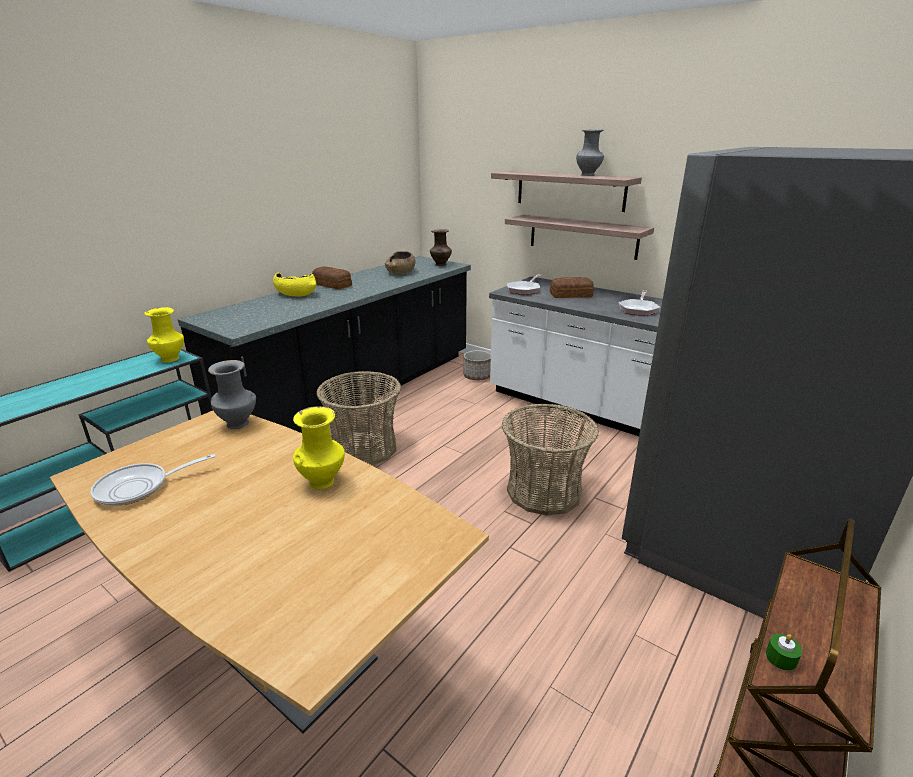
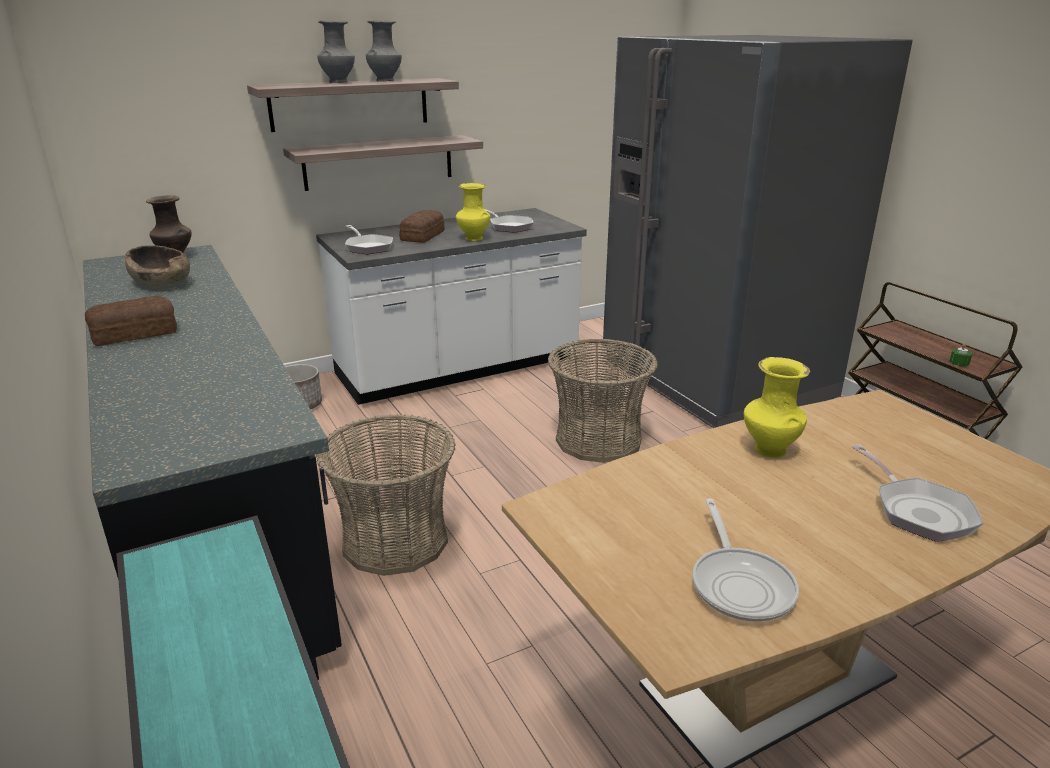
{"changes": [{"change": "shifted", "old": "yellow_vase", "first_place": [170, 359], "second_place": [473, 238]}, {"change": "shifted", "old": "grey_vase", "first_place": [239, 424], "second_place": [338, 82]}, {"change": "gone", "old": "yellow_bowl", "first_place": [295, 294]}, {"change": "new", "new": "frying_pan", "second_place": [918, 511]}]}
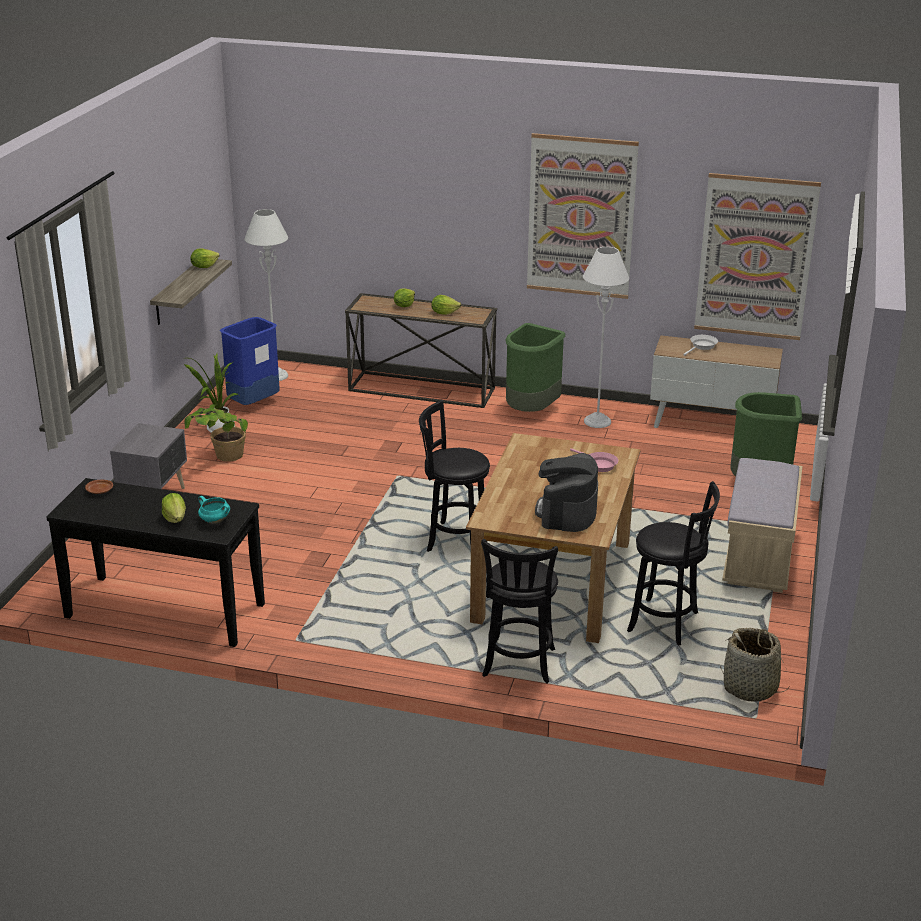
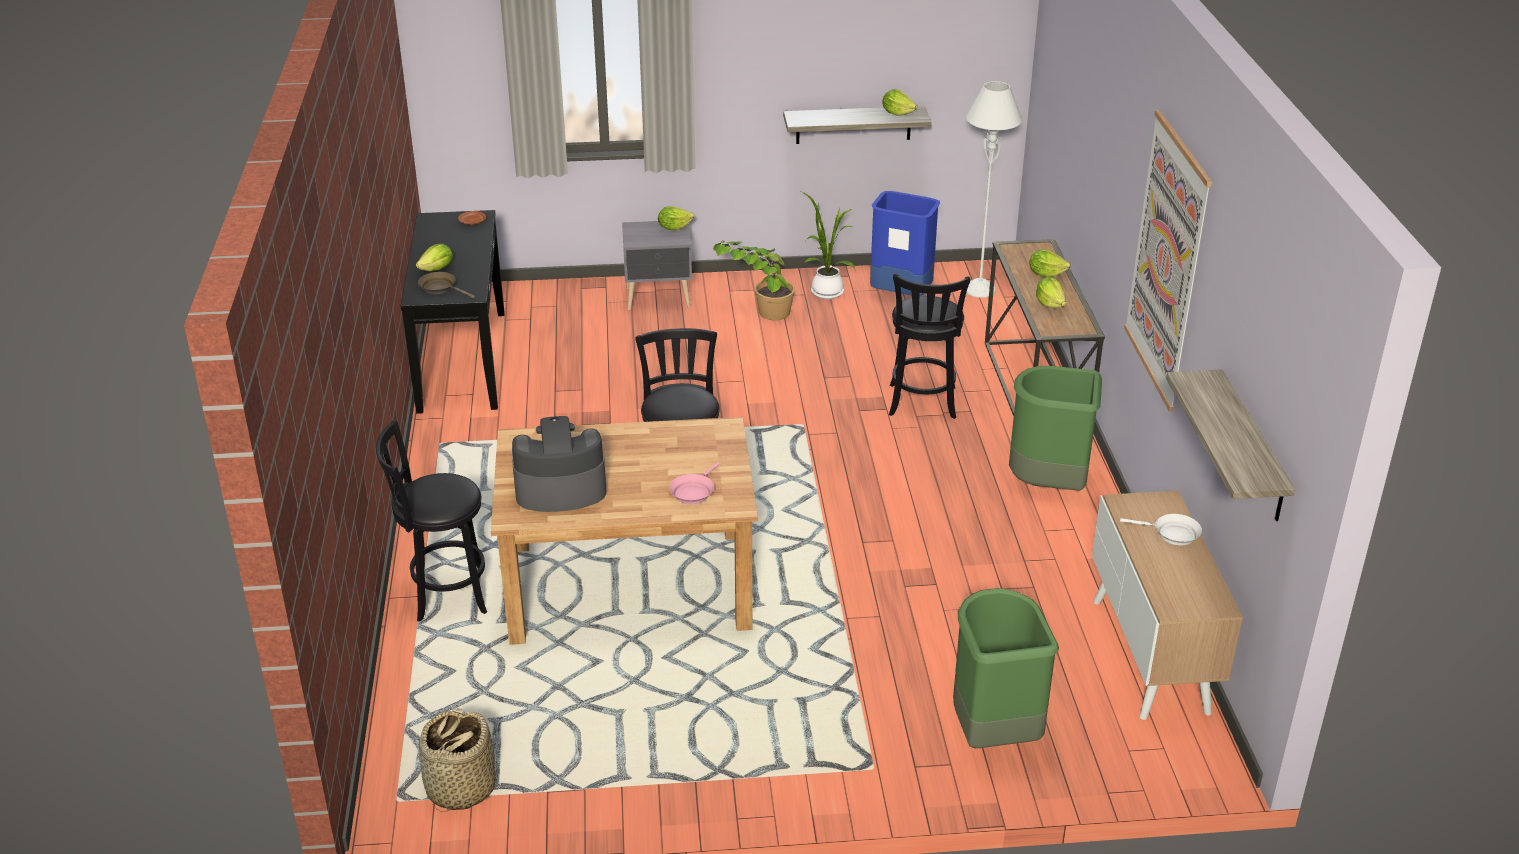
{"changes": [{"change": "swapped", "old": "turquoise_cooking_pot", "new": "brown_frying_pan", "first_place": [214, 521], "second_place": [441, 288]}, {"change": "gone", "old": "white_floor_lamp", "first_place": [597, 421]}, {"change": "shifted", "old": "black_stool", "first_place": [667, 623], "second_place": [922, 404]}, {"change": "swapped", "old": "picture", "new": "shelf", "first_place": [755, 257], "second_place": [1252, 447]}, {"change": "gone", "old": "beige_bench", "first_place": [758, 558]}, {"change": "new", "new": "lettuce", "second_place": [674, 228]}]}
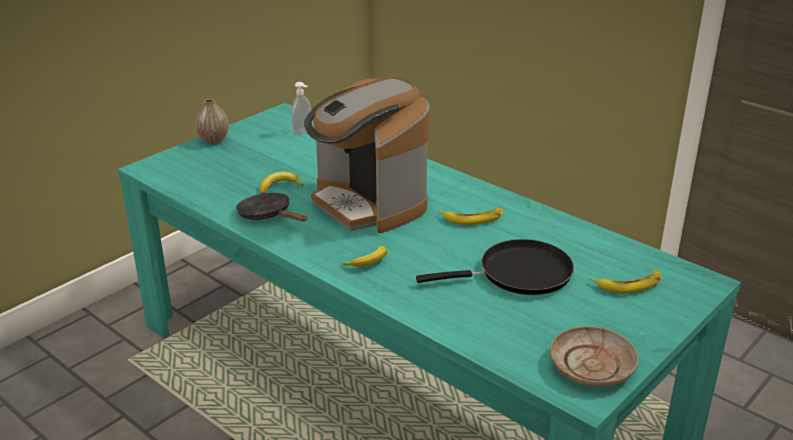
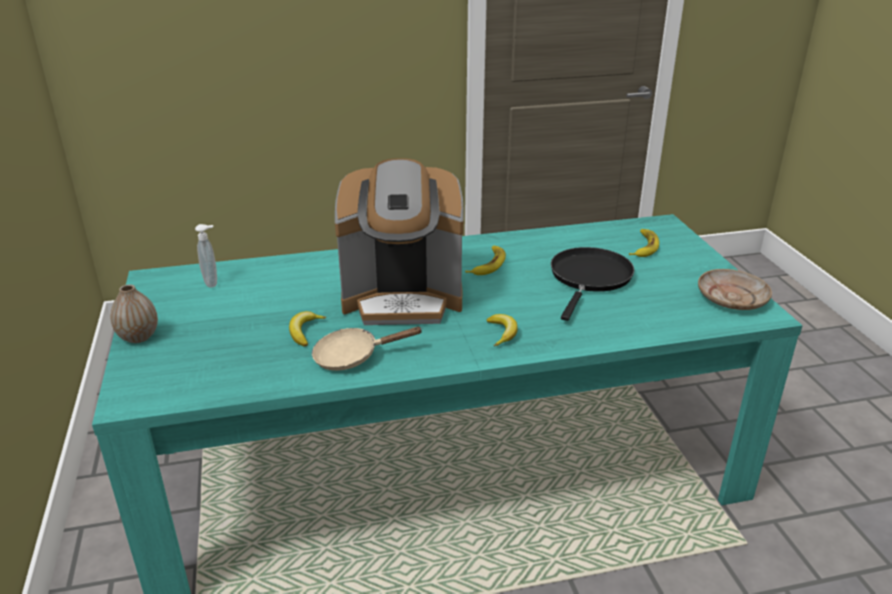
{"changes": [{"change": "repainted", "old": "black_frying_pan", "new": "beige_frying_pan", "first_place": [268, 215], "second_place": [353, 356]}]}
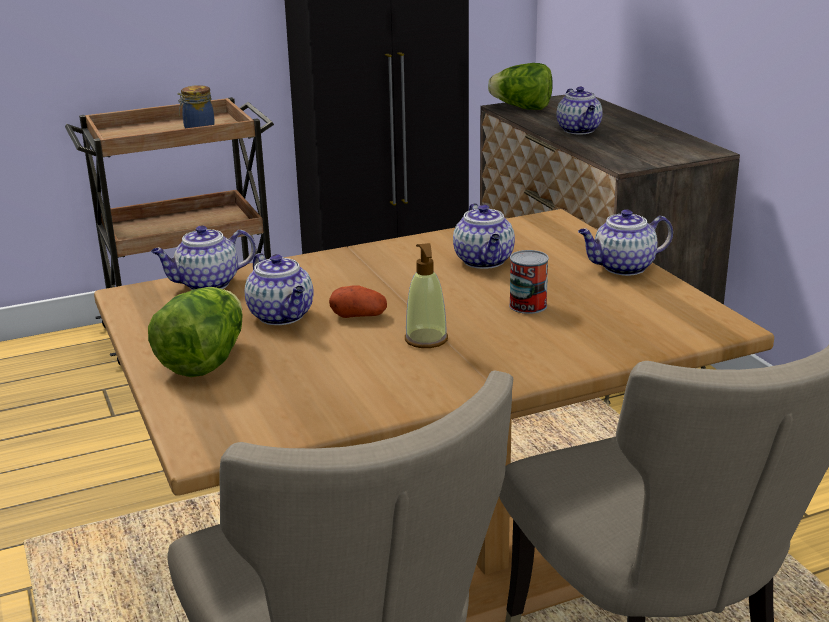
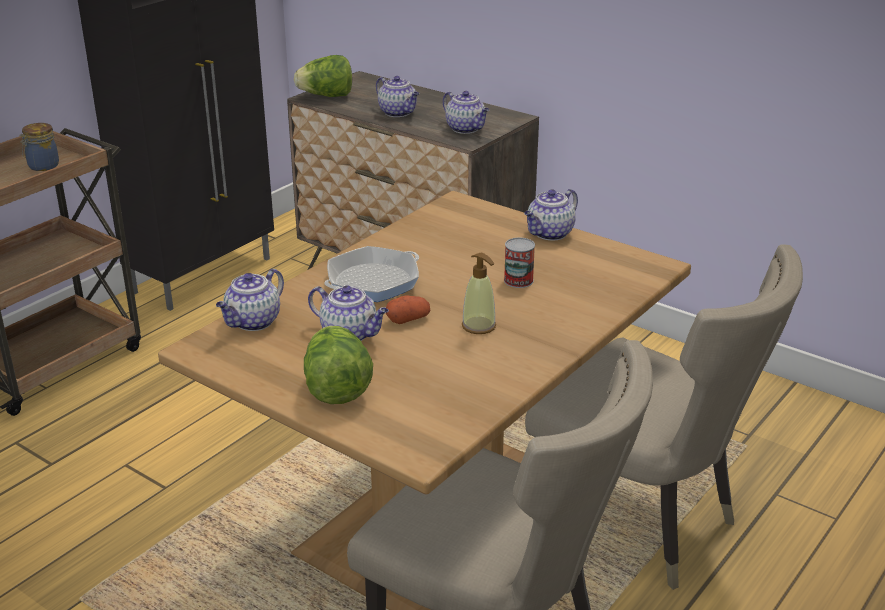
{"changes": [{"change": "shifted", "old": "teapot", "first_place": [484, 262], "second_place": [466, 129]}, {"change": "new", "new": "frying_pan", "second_place": [373, 282]}]}
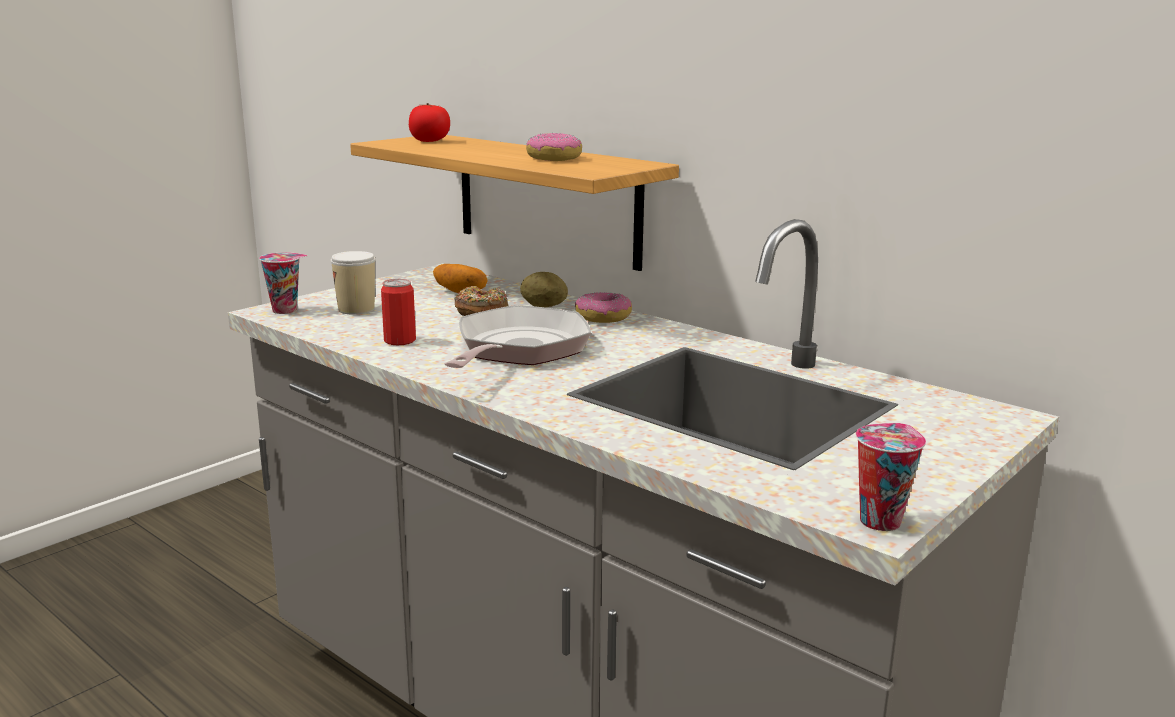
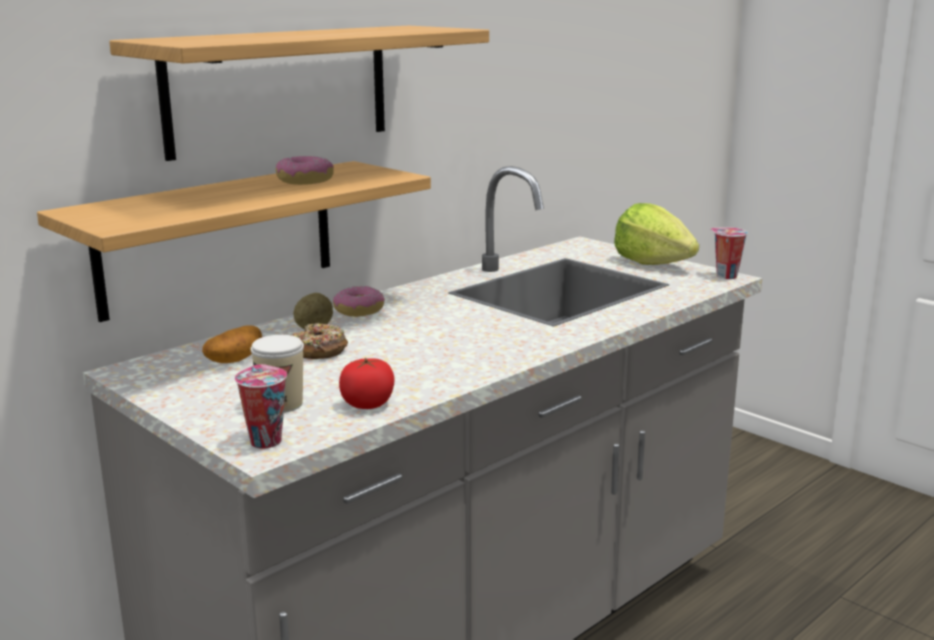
{"changes": [{"change": "gone", "old": "can", "first_place": [399, 341]}, {"change": "shifted", "old": "tomato", "first_place": [430, 141], "second_place": [367, 404]}, {"change": "gone", "old": "frying_pan", "first_place": [518, 350]}, {"change": "new", "new": "shelf", "second_place": [279, 89]}, {"change": "new", "new": "lettuce", "second_place": [653, 263]}]}
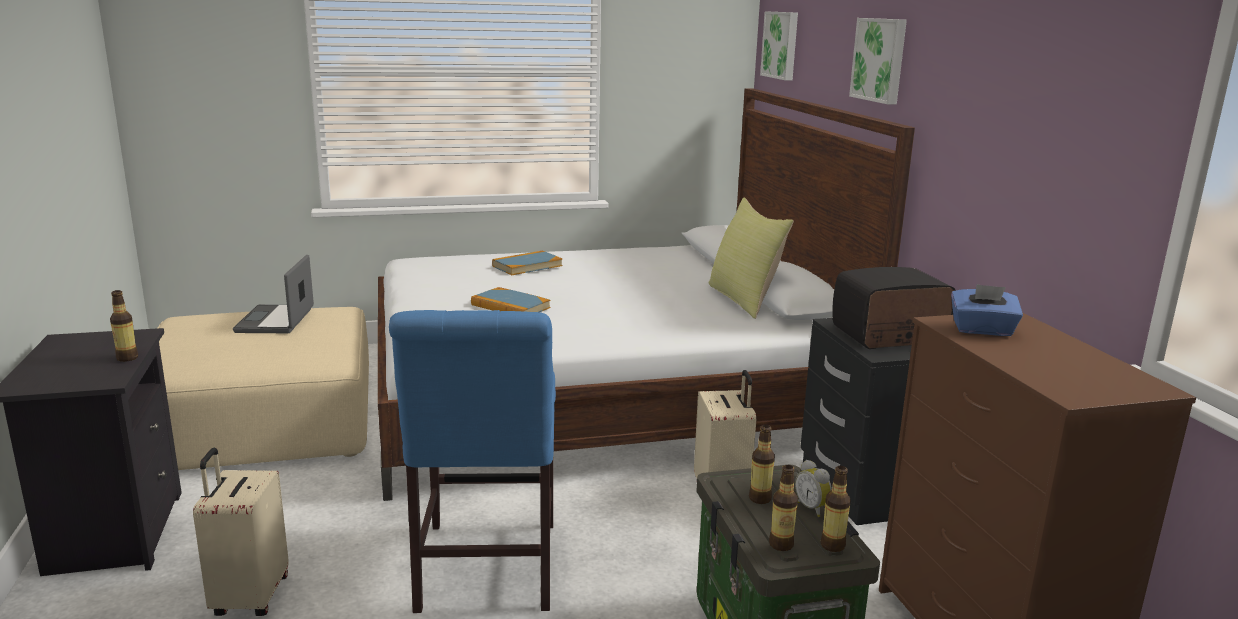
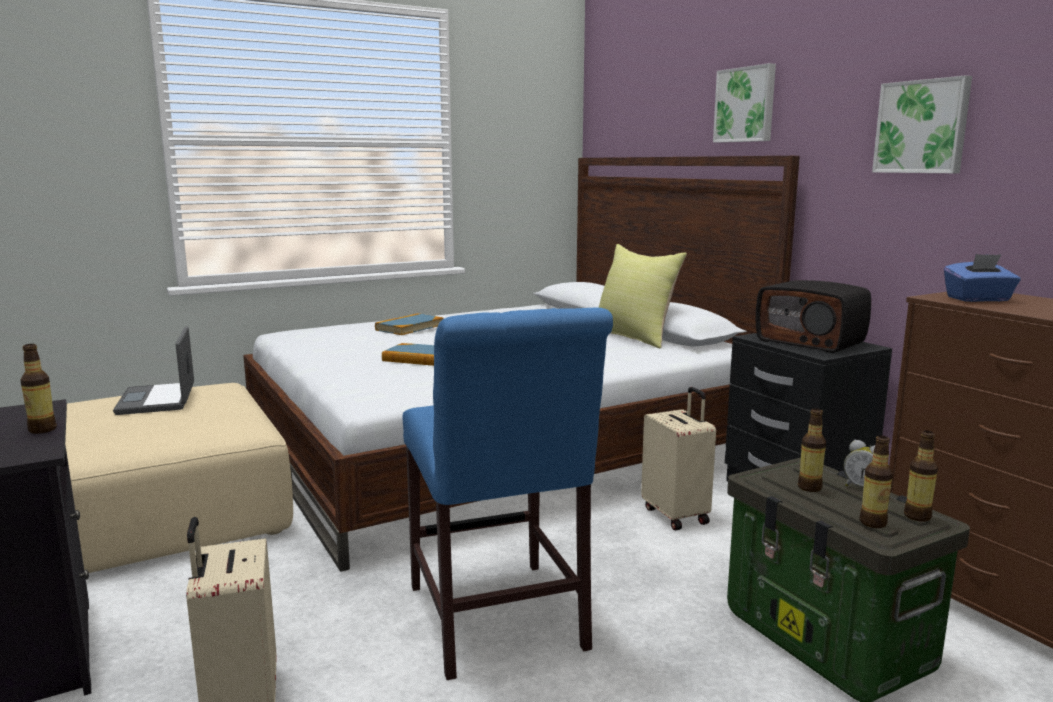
{"changes": [{"change": "shifted", "old": "picture", "first_place": [781, 45], "second_place": [922, 127]}, {"change": "rotated", "old": "radio", "first_place": [889, 336], "second_place": [811, 341], "degrees": -105}]}
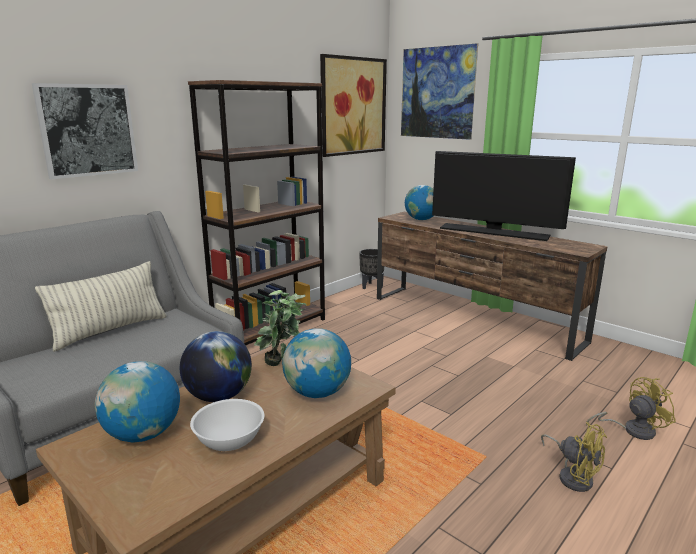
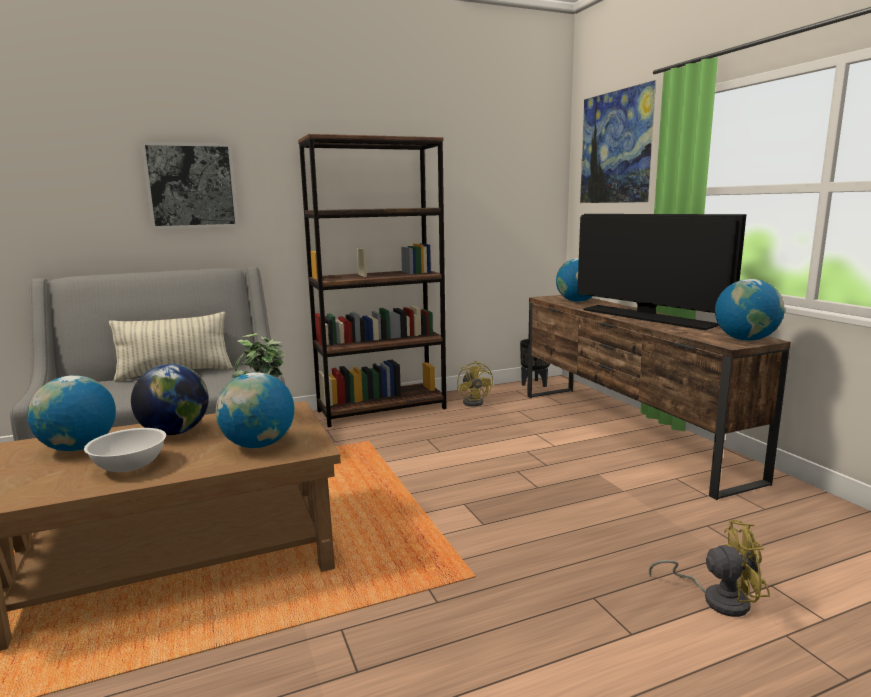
{"changes": [{"change": "gone", "old": "picture", "first_place": [353, 106]}, {"change": "shifted", "old": "yellow_fan", "first_place": [573, 476], "second_place": [475, 402]}, {"change": "new", "new": "globe", "second_place": [745, 340]}]}
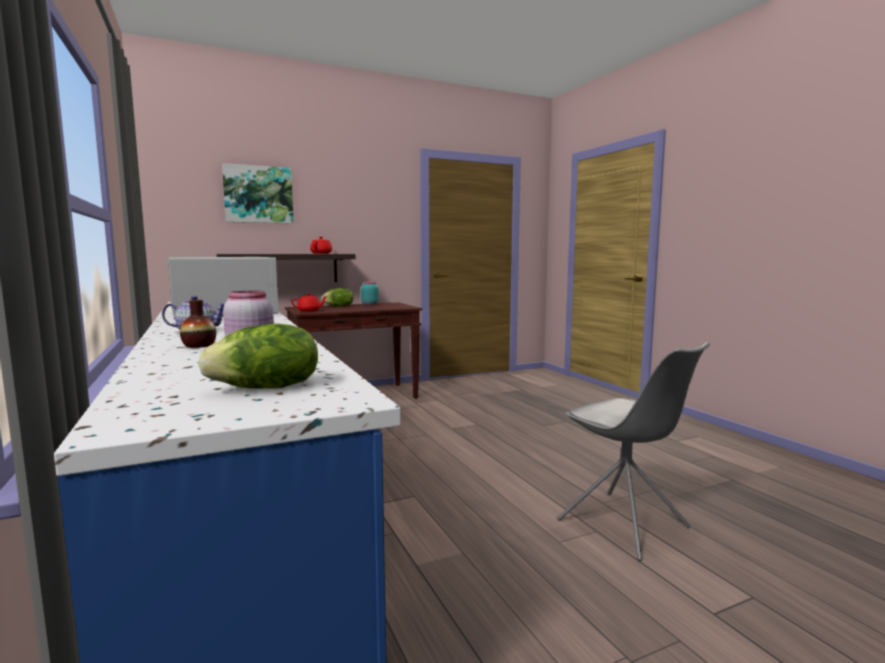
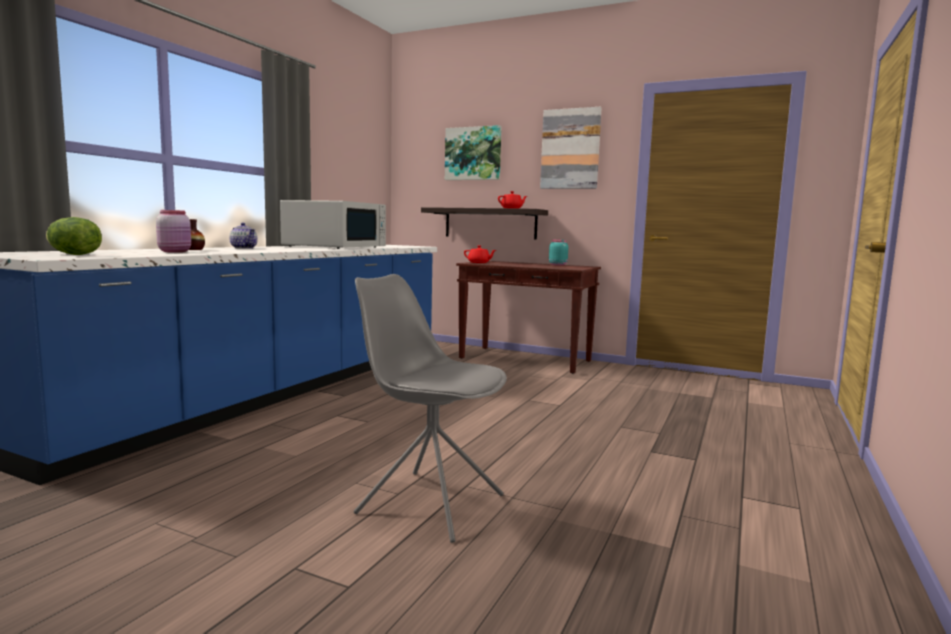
{"changes": [{"change": "gone", "old": "lettuce", "first_place": [339, 306]}, {"change": "rotated", "old": "grey_chair", "first_place": [624, 525], "second_place": [429, 503], "degrees": 105}, {"change": "new", "new": "picture", "second_place": [570, 149]}]}
